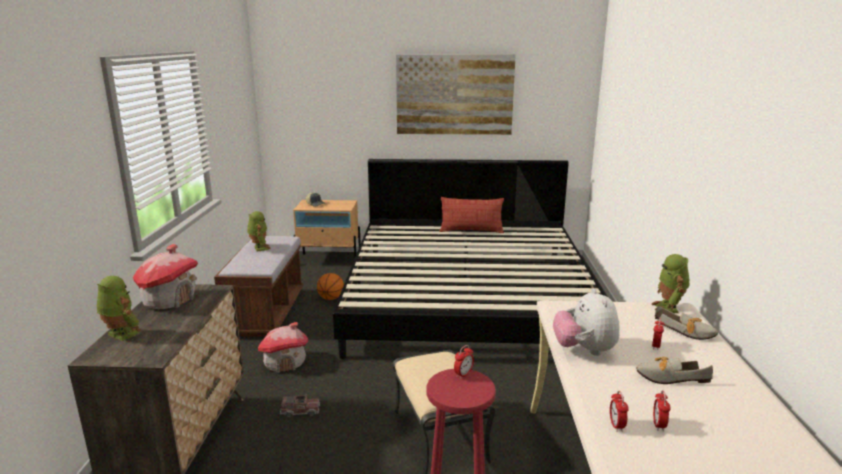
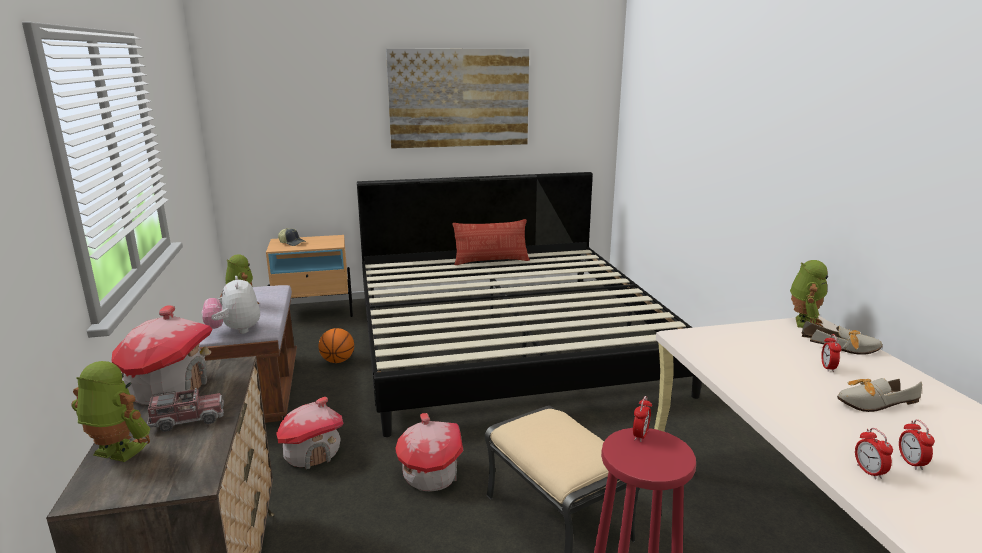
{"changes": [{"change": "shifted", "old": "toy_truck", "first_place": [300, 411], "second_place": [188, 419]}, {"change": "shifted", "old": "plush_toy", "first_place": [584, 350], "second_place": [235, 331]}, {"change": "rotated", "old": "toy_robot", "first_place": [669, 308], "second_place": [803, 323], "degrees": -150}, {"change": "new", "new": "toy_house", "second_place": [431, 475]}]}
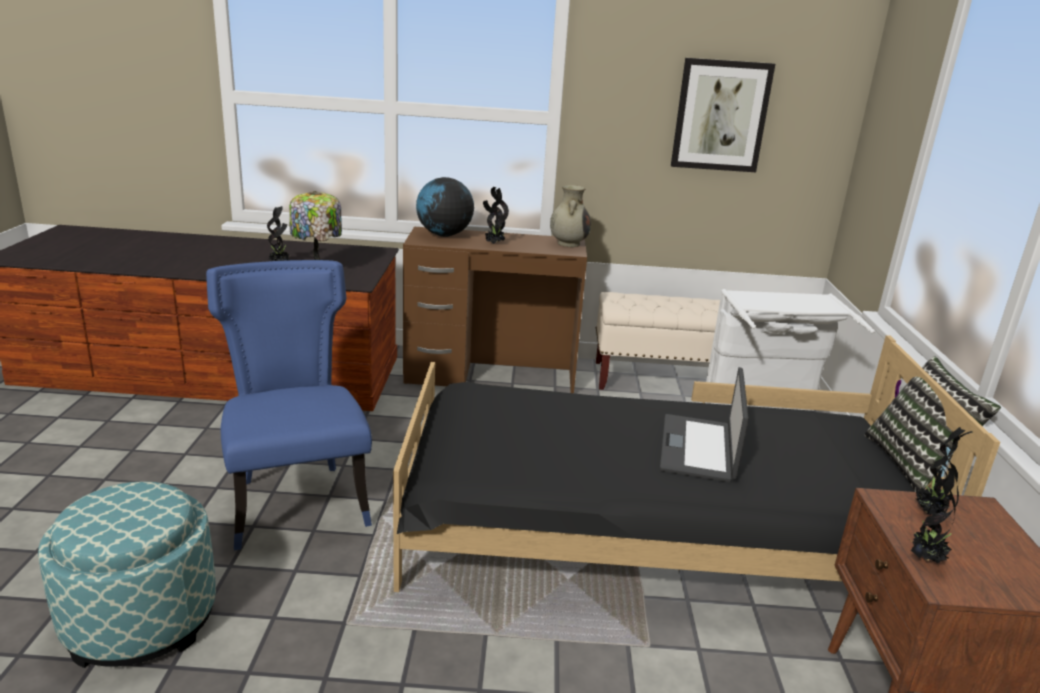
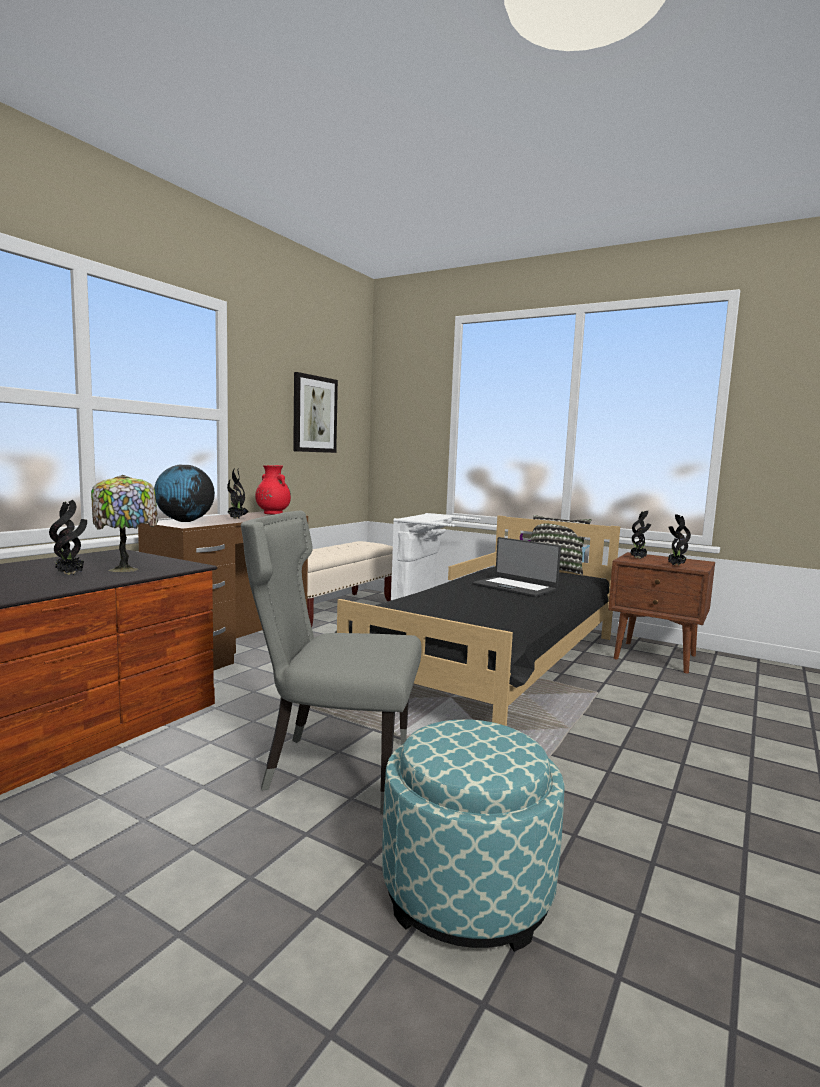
{"changes": [{"change": "repainted", "old": "blue_chair", "new": "grey_chair", "first_place": [297, 501], "second_place": [332, 768]}, {"change": "repainted", "old": "beige_vase", "new": "red_vase", "first_place": [568, 243], "second_place": [272, 513]}]}
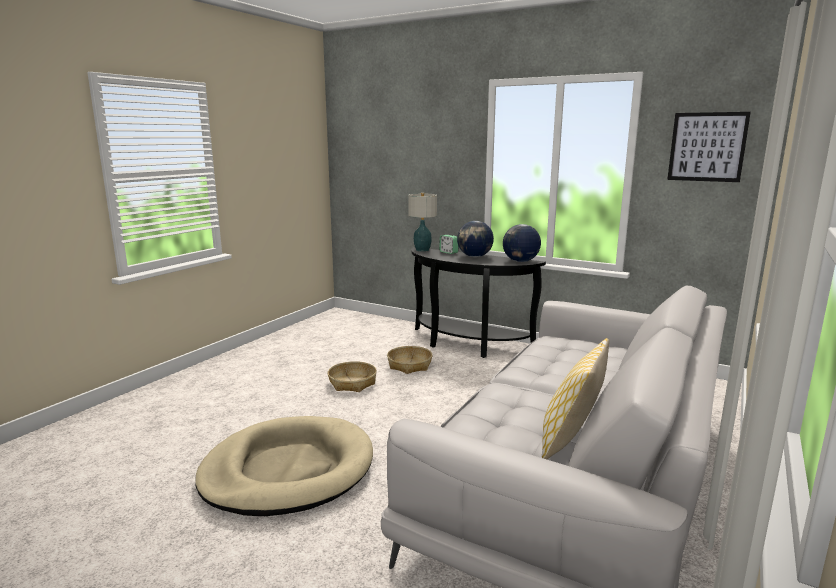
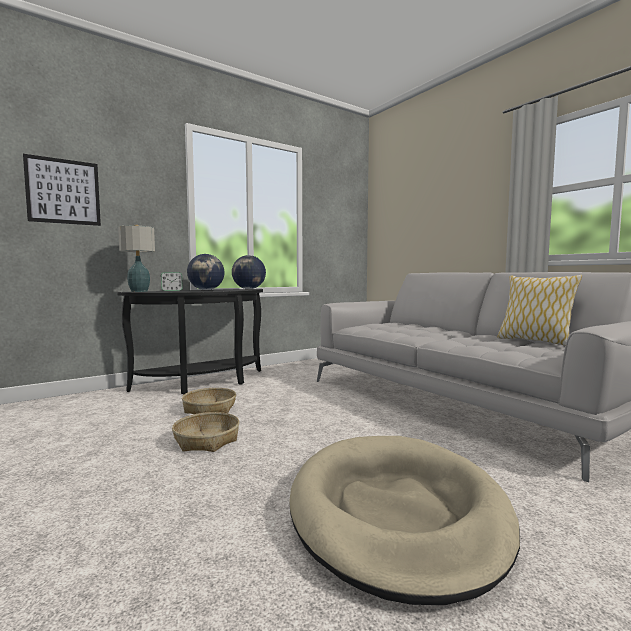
{"changes": [{"change": "shifted", "old": "picture", "first_place": [707, 147], "second_place": [63, 191]}]}
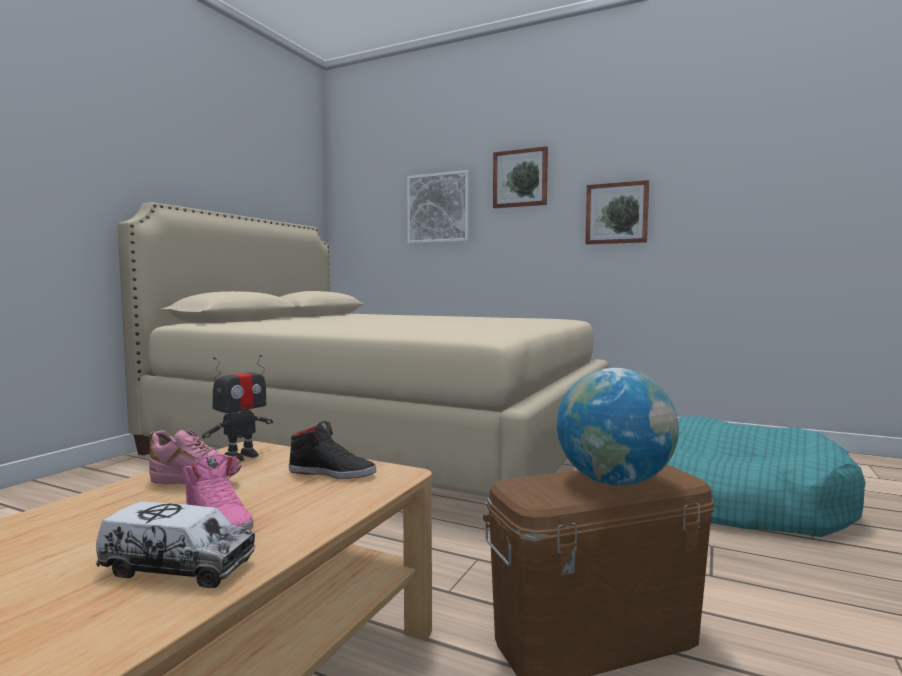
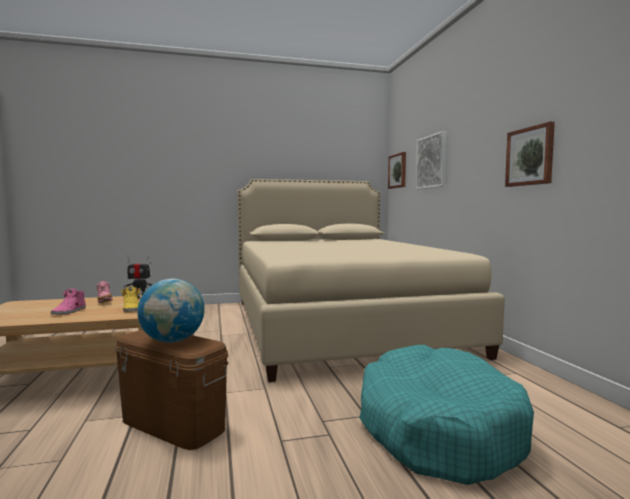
{"changes": [{"change": "gone", "old": "toy_truck", "first_place": [178, 567]}, {"change": "repainted", "old": "black_shoe", "new": "yellow_shoe", "first_place": [332, 472], "second_place": [131, 309]}, {"change": "shifted", "old": "picture", "first_place": [520, 178], "second_place": [398, 171]}]}
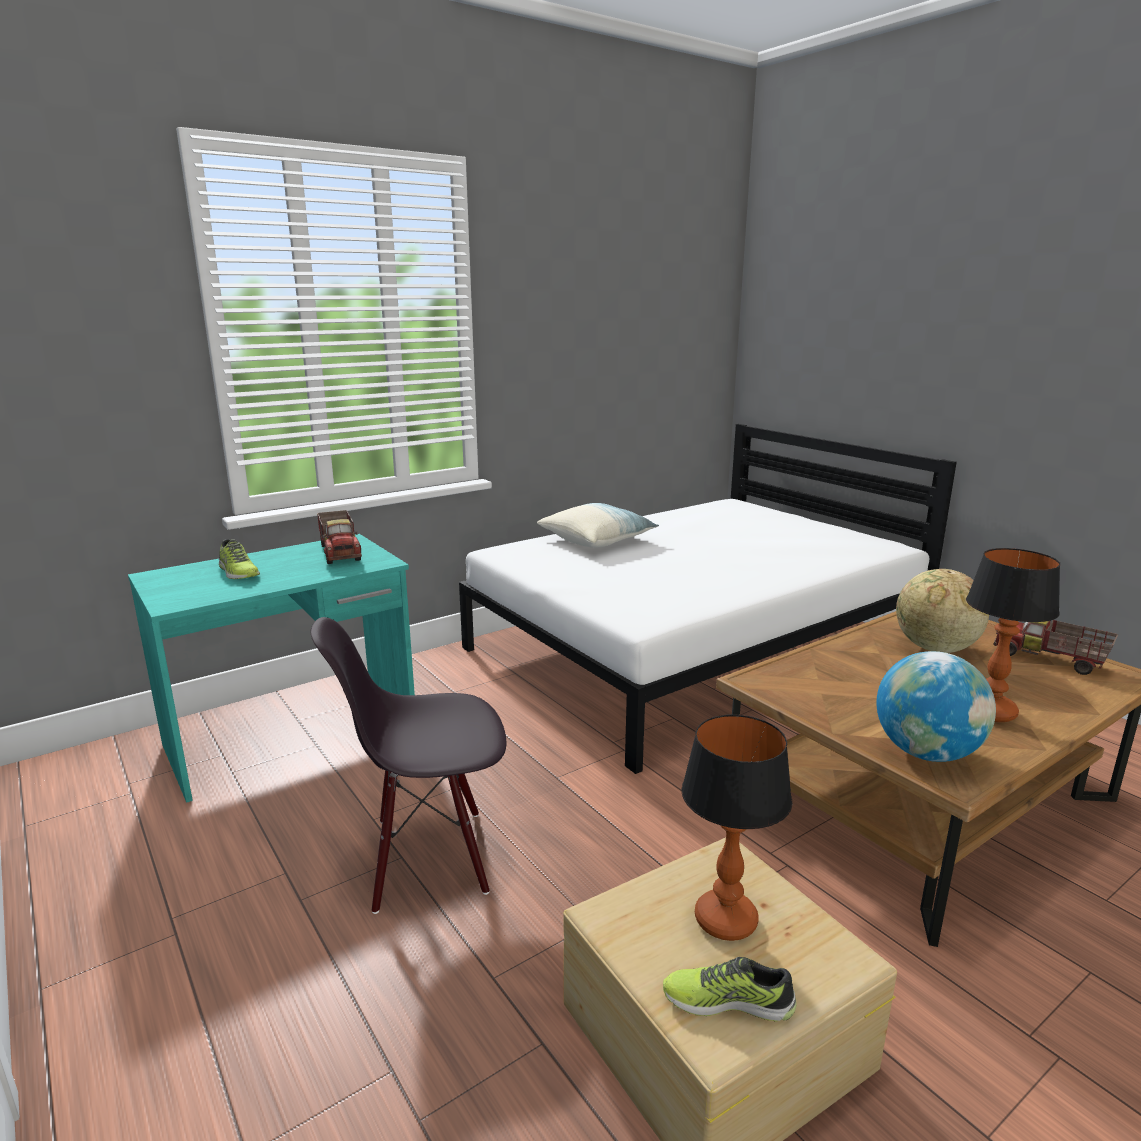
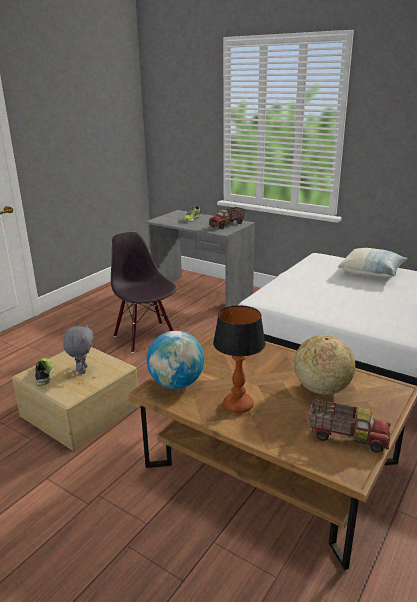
{"changes": [{"change": "repainted", "old": "turquoise_desk", "new": "grey_desk", "first_place": [294, 736], "second_place": [201, 293]}, {"change": "swapped", "old": "table_lamp", "new": "grey_plush_toy", "first_place": [724, 921], "second_place": [82, 370]}, {"change": "rotated", "old": "toy_truck", "first_place": [1049, 660], "second_place": [347, 436], "degrees": 90}]}
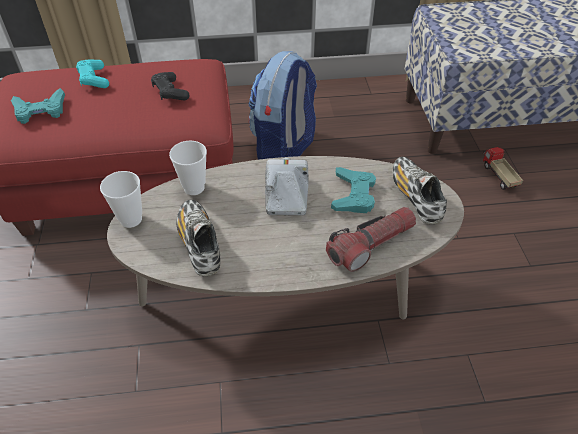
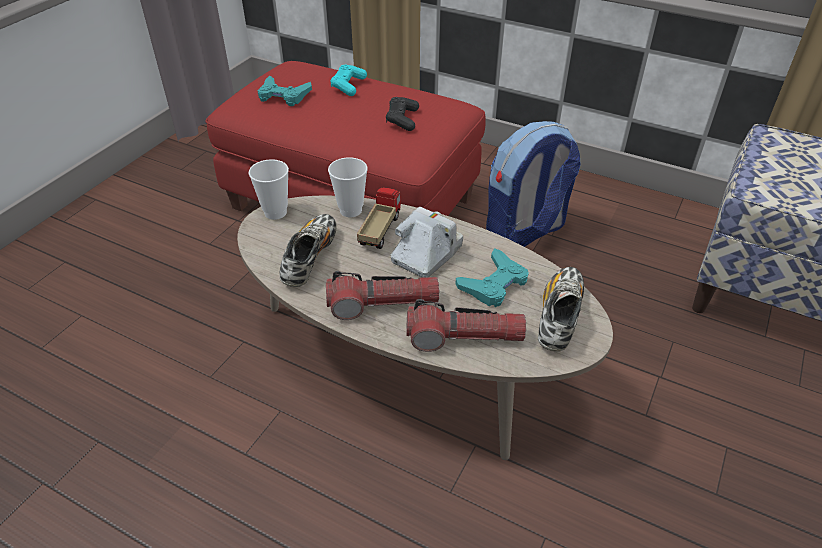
{"changes": [{"change": "shifted", "old": "toy_truck", "first_place": [498, 176], "second_place": [379, 230]}, {"change": "new", "new": "flashlight", "second_place": [382, 304]}]}
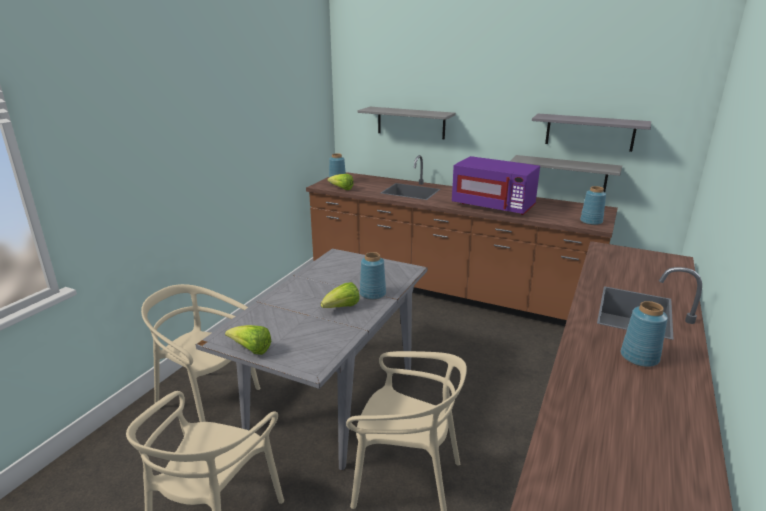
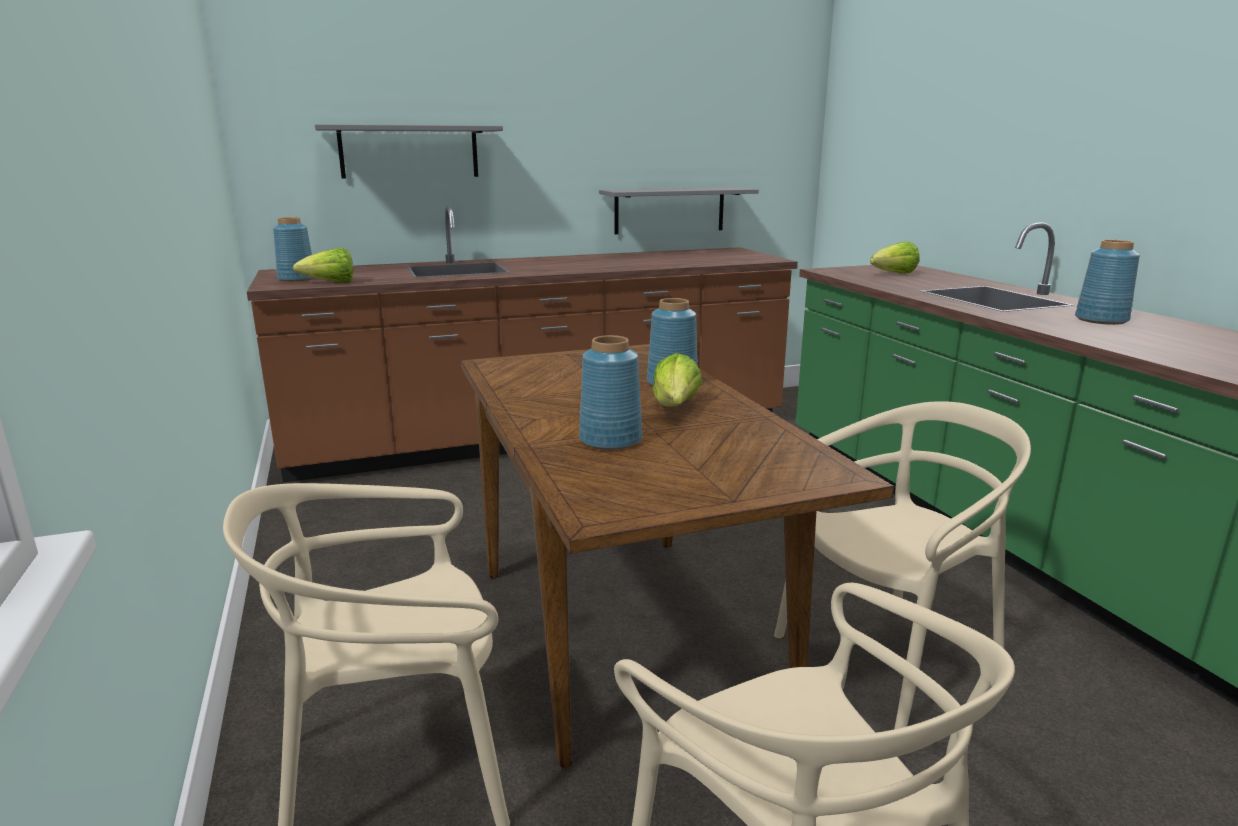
{"changes": [{"change": "repainted", "old": "grey_dining_table", "new": "brown_dining_table", "first_place": [332, 400], "second_place": [627, 631]}, {"change": "shifted", "old": "lettuce", "first_place": [251, 350], "second_place": [893, 274]}, {"change": "gone", "old": "purple_microwave", "first_place": [493, 206]}, {"change": "gone", "old": "grey_shelf", "first_place": [589, 132]}, {"change": "shifted", "old": "blue_vase", "first_place": [591, 221], "second_place": [610, 439]}]}
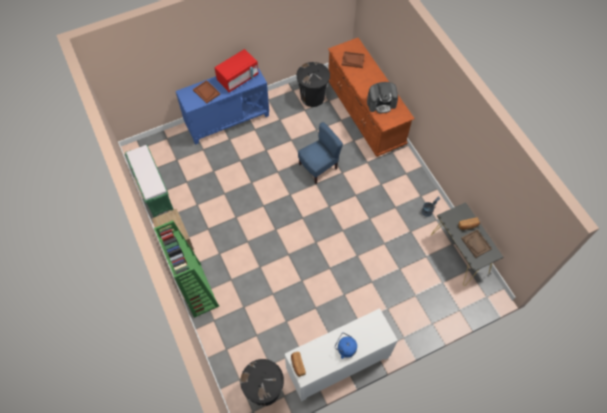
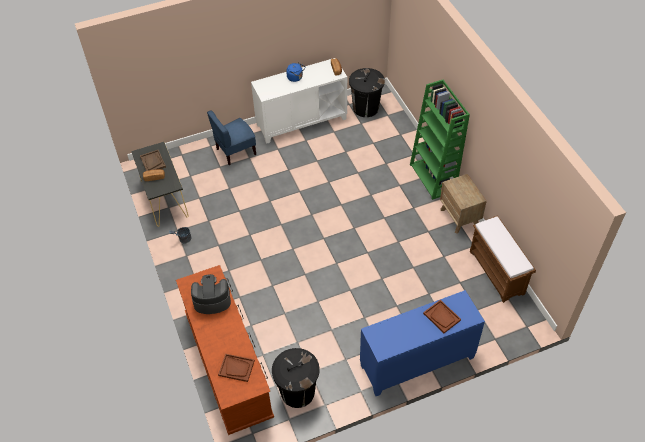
{"changes": [{"change": "repainted", "old": "green_bench", "new": "brown_bench", "first_place": [154, 191], "second_place": [497, 273]}, {"change": "gone", "old": "red_microwave", "first_place": [238, 78]}, {"change": "shifted", "old": "blue_chair", "first_place": [318, 167], "second_place": [235, 151]}]}
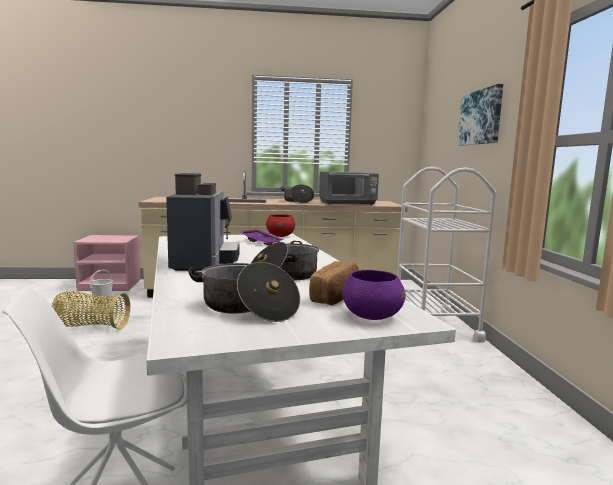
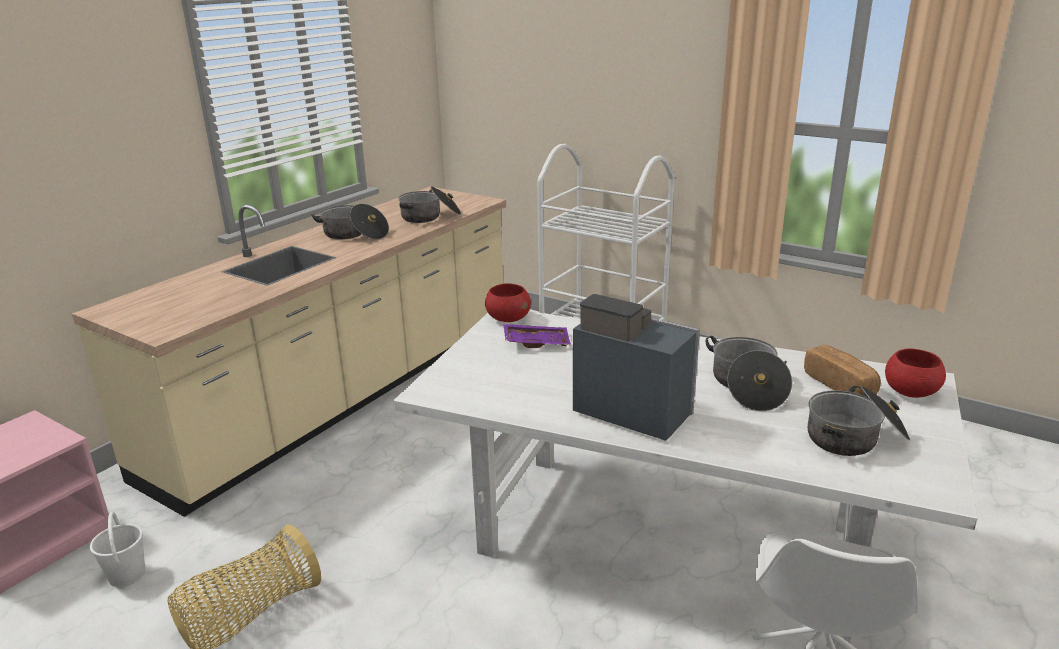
{"changes": [{"change": "swapped", "old": "grey_microwave", "new": "cooking_pot", "first_place": [348, 203], "second_place": [430, 216]}, {"change": "repainted", "old": "purple_bowl", "new": "red_bowl", "first_place": [371, 316], "second_place": [910, 392]}, {"change": "gone", "old": "picture", "first_place": [480, 117]}]}
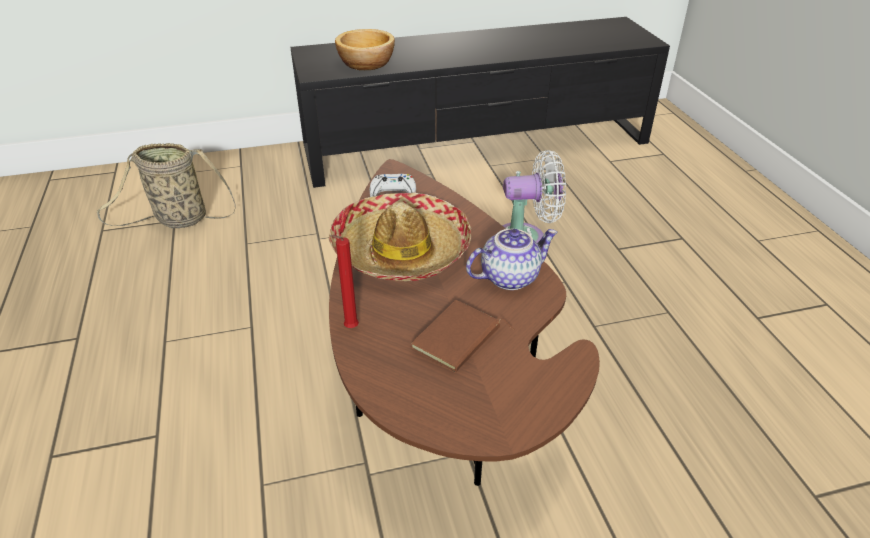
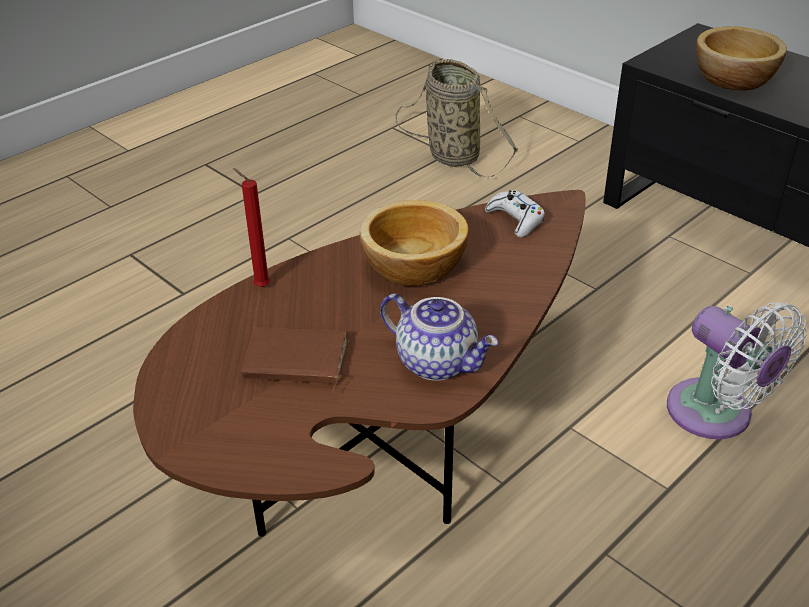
{"changes": [{"change": "swapped", "old": "hat", "new": "bowl", "first_place": [401, 250], "second_place": [413, 267]}]}
